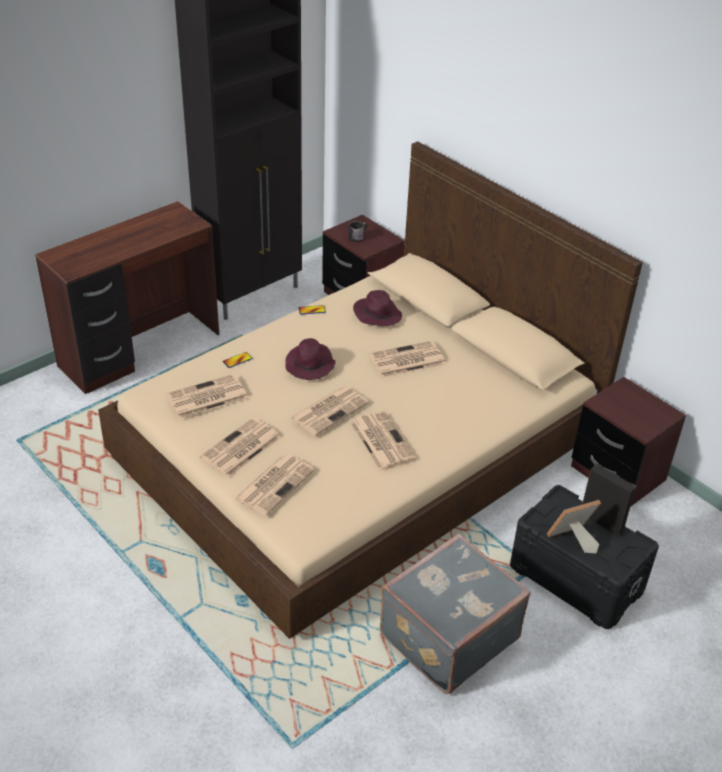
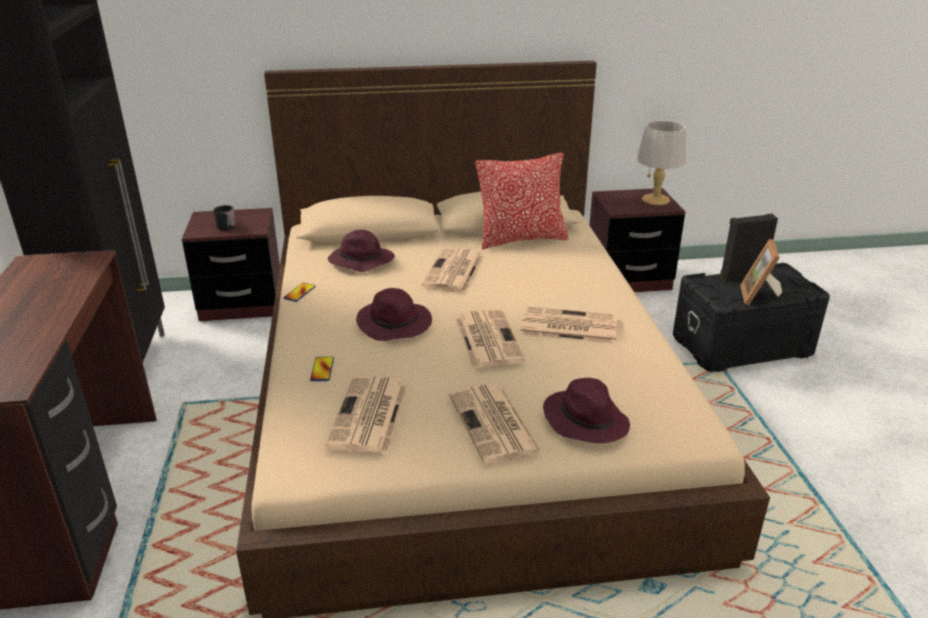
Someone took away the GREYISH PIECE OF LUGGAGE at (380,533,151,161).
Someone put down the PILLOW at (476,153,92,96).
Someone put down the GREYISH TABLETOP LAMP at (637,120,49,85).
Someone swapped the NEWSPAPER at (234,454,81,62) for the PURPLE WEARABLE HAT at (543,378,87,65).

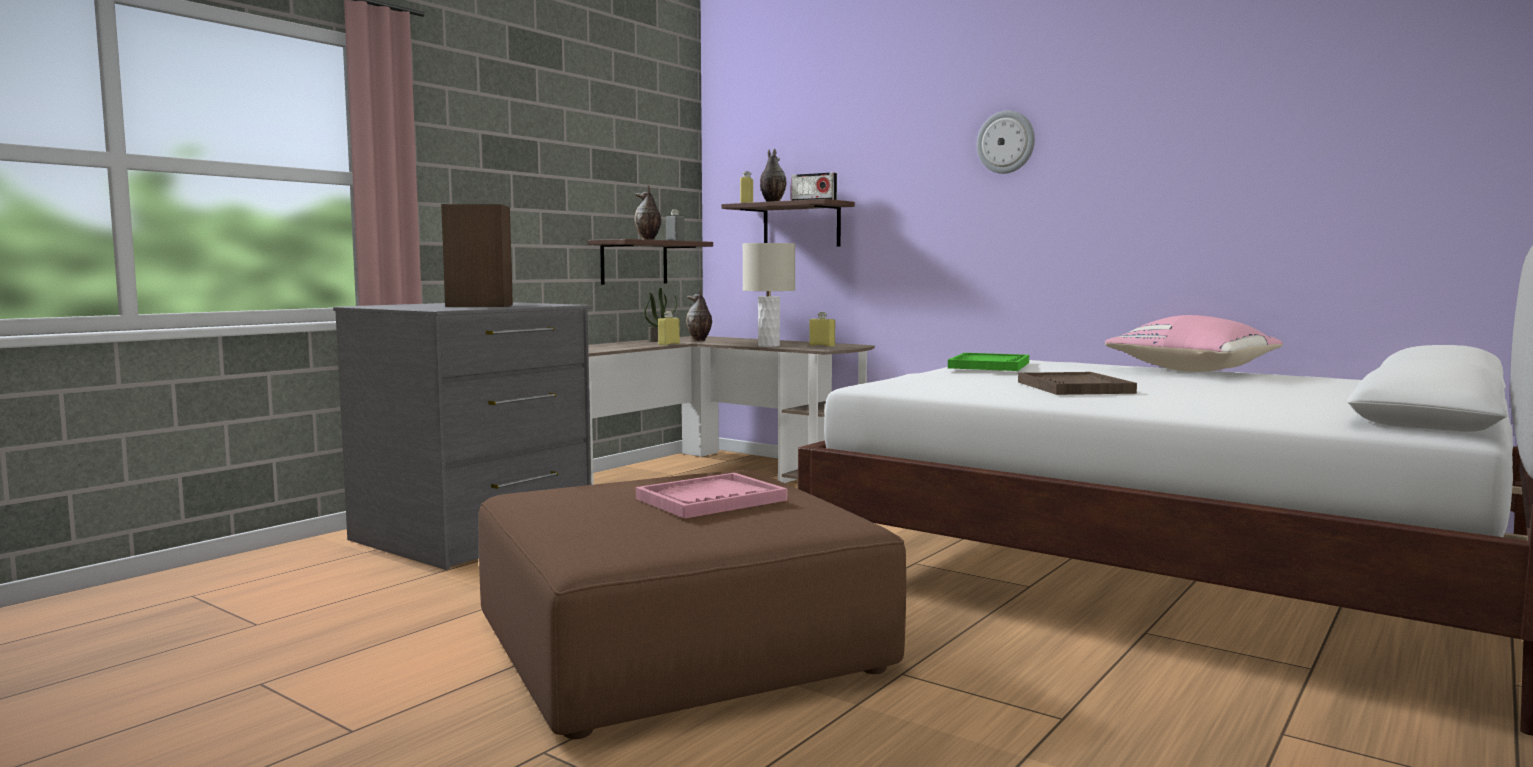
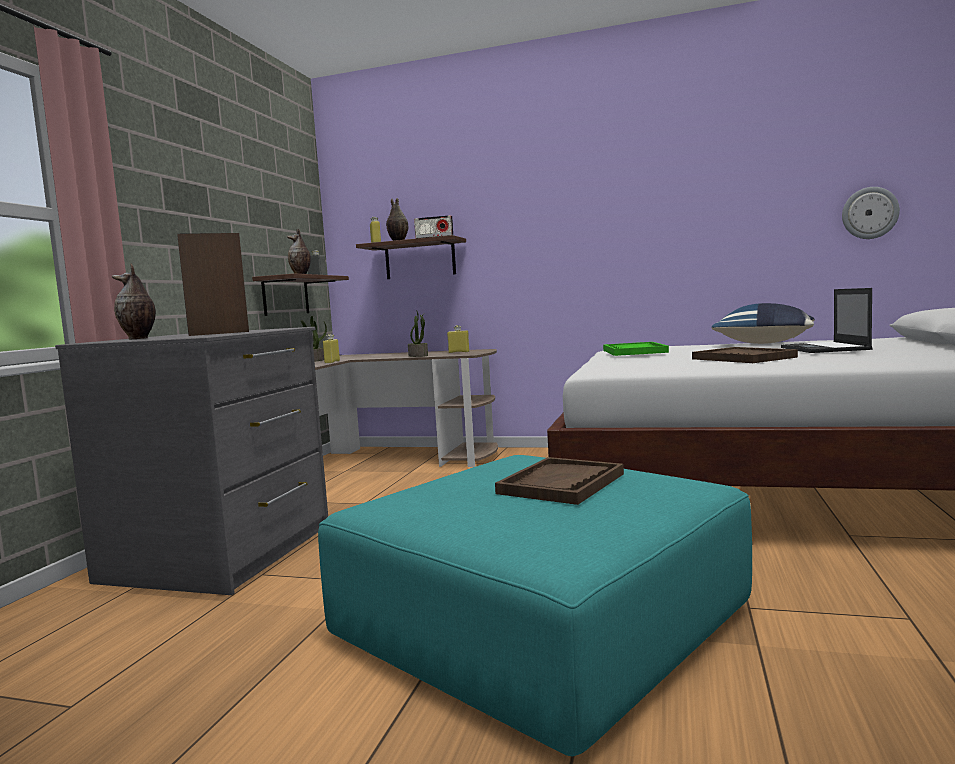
Someone put down the NOTEBOOK COMPUTER at (781,288,92,65).
Someone carried the VASE from (686,288,26,53) to (112,264,44,75).
Someone carried the HANGING CLOCK from (977,111,58,63) to (842,187,58,52).
Someone swapped the BEIGE TABLETOP LAMP at (742,243,53,104) for the POTTED PLANT at (408,310,20,47).
Someone repainted the BROWN POUFFE at (478,470,428,269), which became the TURQUOISE POUFFE at (318,455,434,302).
Someone repainted the PINK CARRYING TRAY at (636,473,151,45), which became the BROWN CARRYING TRAY at (495,457,129,48).
Someone repainted the PINK PILLOW at (1105,315,178,57), which became the BLUE PILLOW at (712,303,103,41).

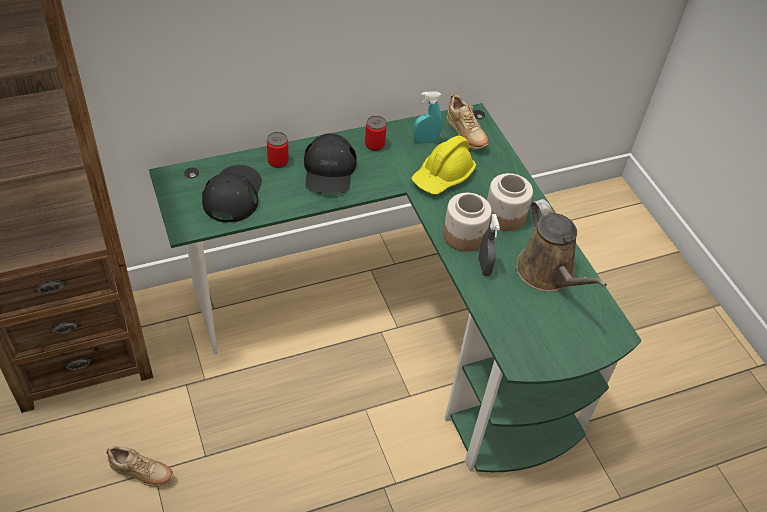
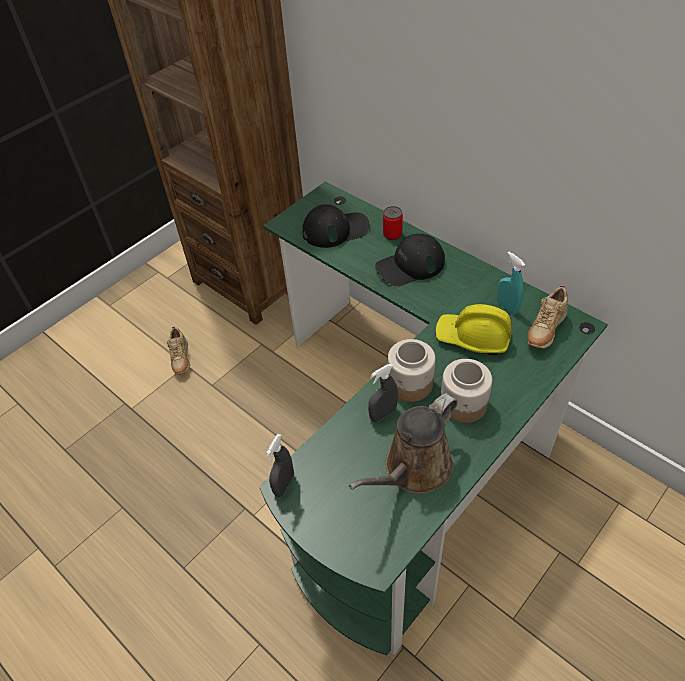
Someone took away the METAL CAN at (365,116,22,35).
Someone put down the GREYISH HAND SPRAYER at (266,434,28,63).

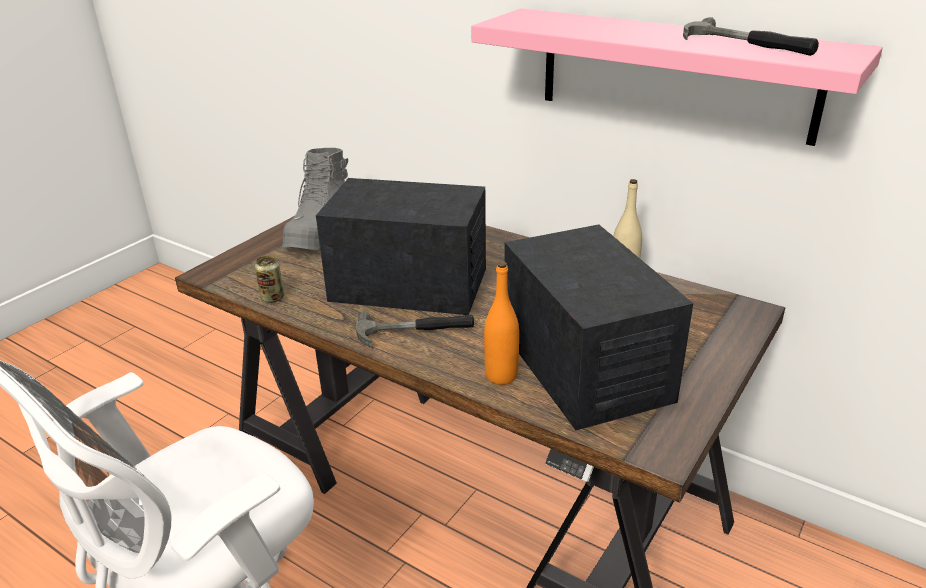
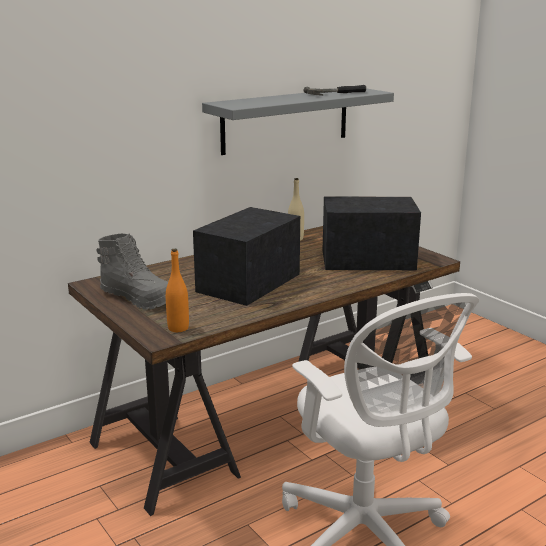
Someone took away the METAL CAN at (255,255,29,48).
Someone took away the HAND HAMMER at (356,311,118,37).
Someone carried the ORANGEY DRINK BOTTLE from (484,261,35,124) to (166,249,23,83).
Someone repainted the PINK SHELF at (471,9,412,137), which became the GREYISH SHELF at (202,88,192,67).

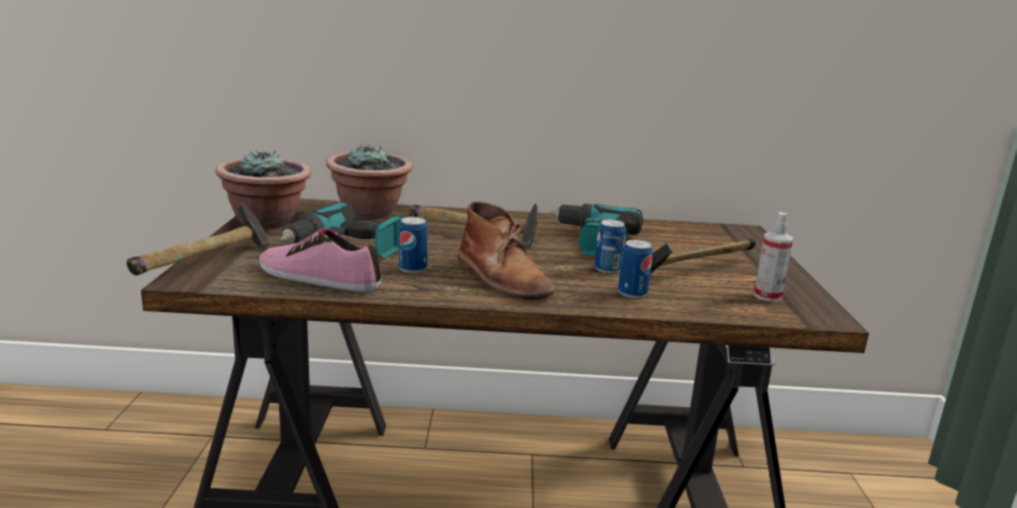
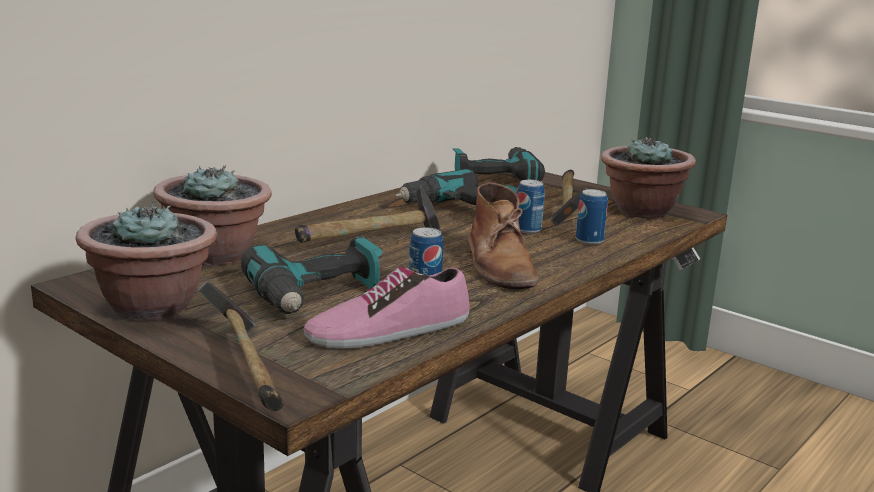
Someone put down the ELECTRIC DRILL at (453,147,92,34).
Someone swapped the HAND SPRAYER at (754,212,39,90) for the POTTED PLANT at (601,136,95,82).
Someone rotated the BROWN BOOT at (458,201,97,98) by 75 degrees clockwise.

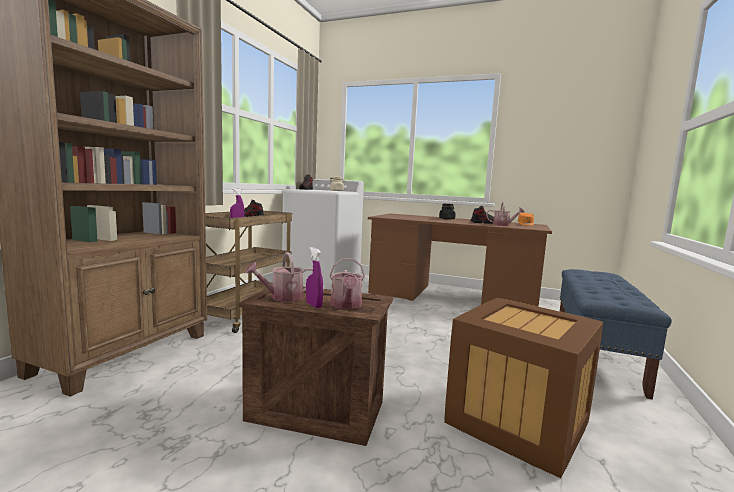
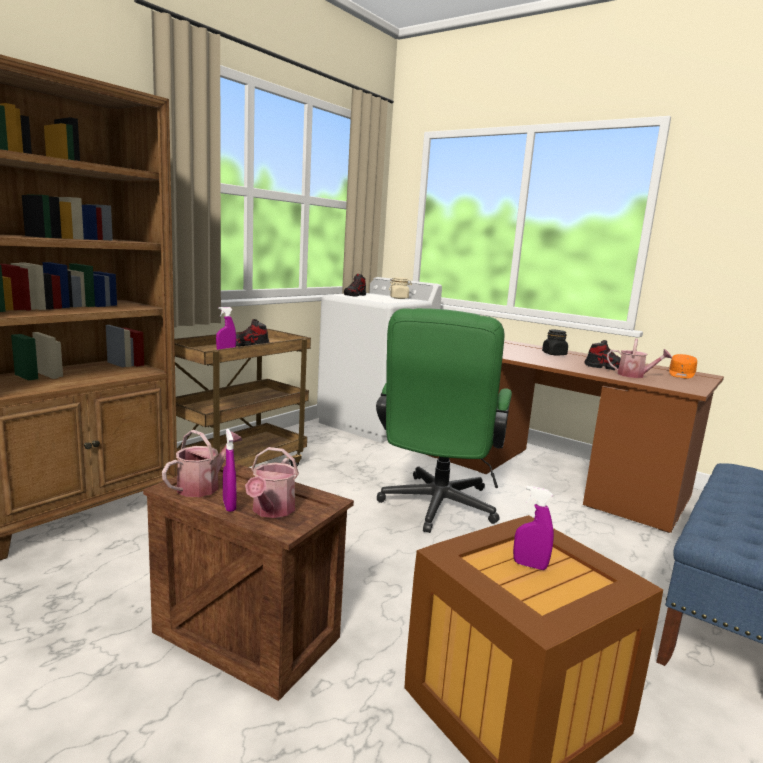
Someone put down the GREEN-COLOURED DESK CHAIR at (376,308,136,225).
Someone put down the PURPLE HAND SPRAYER at (513,486,41,84).
Someone rotated the SPRINKLING CAN at (245,252,68,50) by 135 degrees clockwise.

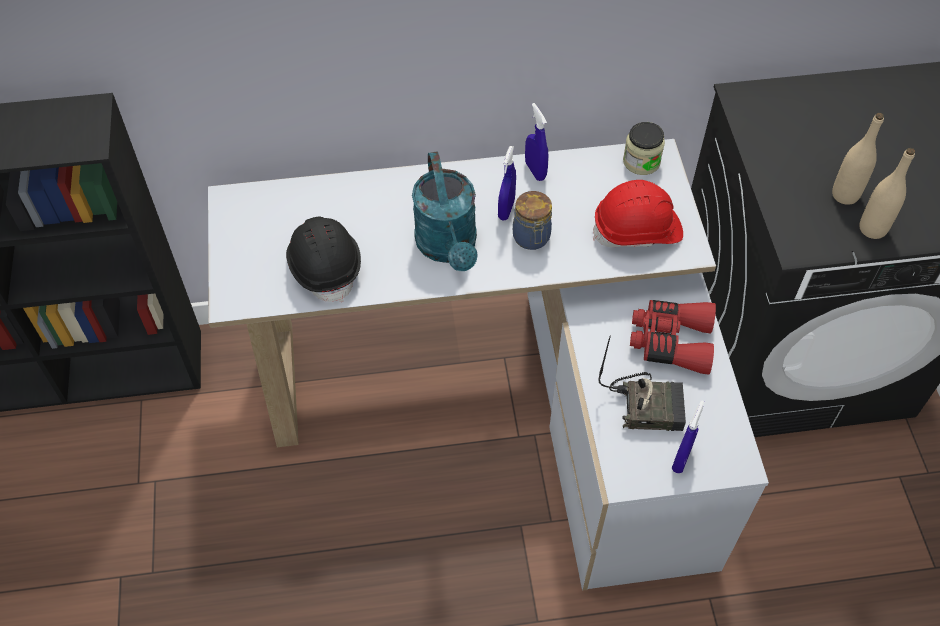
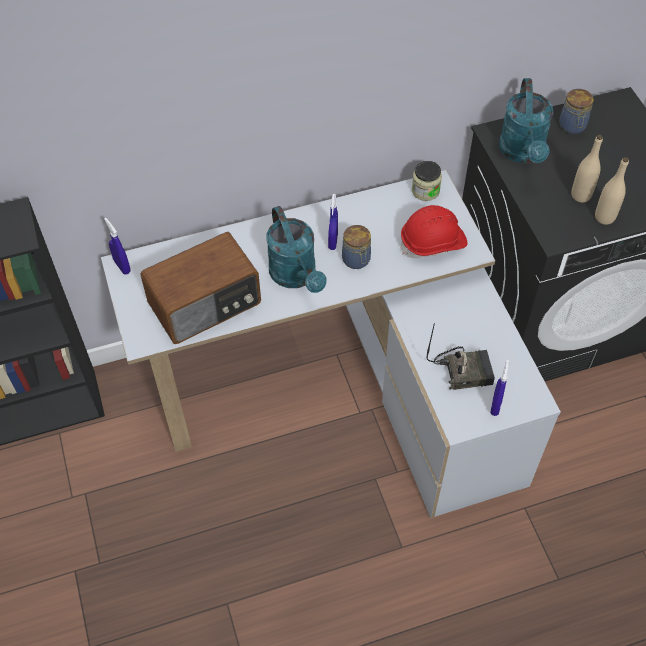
Someone took away the RED-COLOURED PAIR OF BINOCULARS at (630,300,86,75).
Someone put down the TURQUOISE SPRINKLING CAN at (499,78,55,86).
Someone put down the PRESERVE JAR at (559,89,35,45).
Someone carried the BLUE HAND SPRAYER from (525,103,24,78) to (104,218,27,57).
Someone swapped the BLACKISH SAFETY HELMET at (286,216,75,86) for the RADIO at (140,232,121,112).

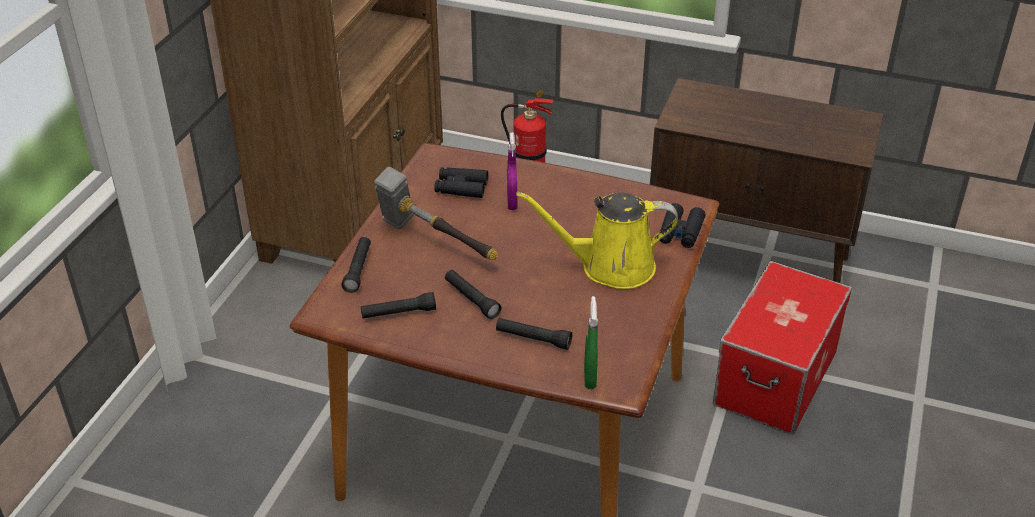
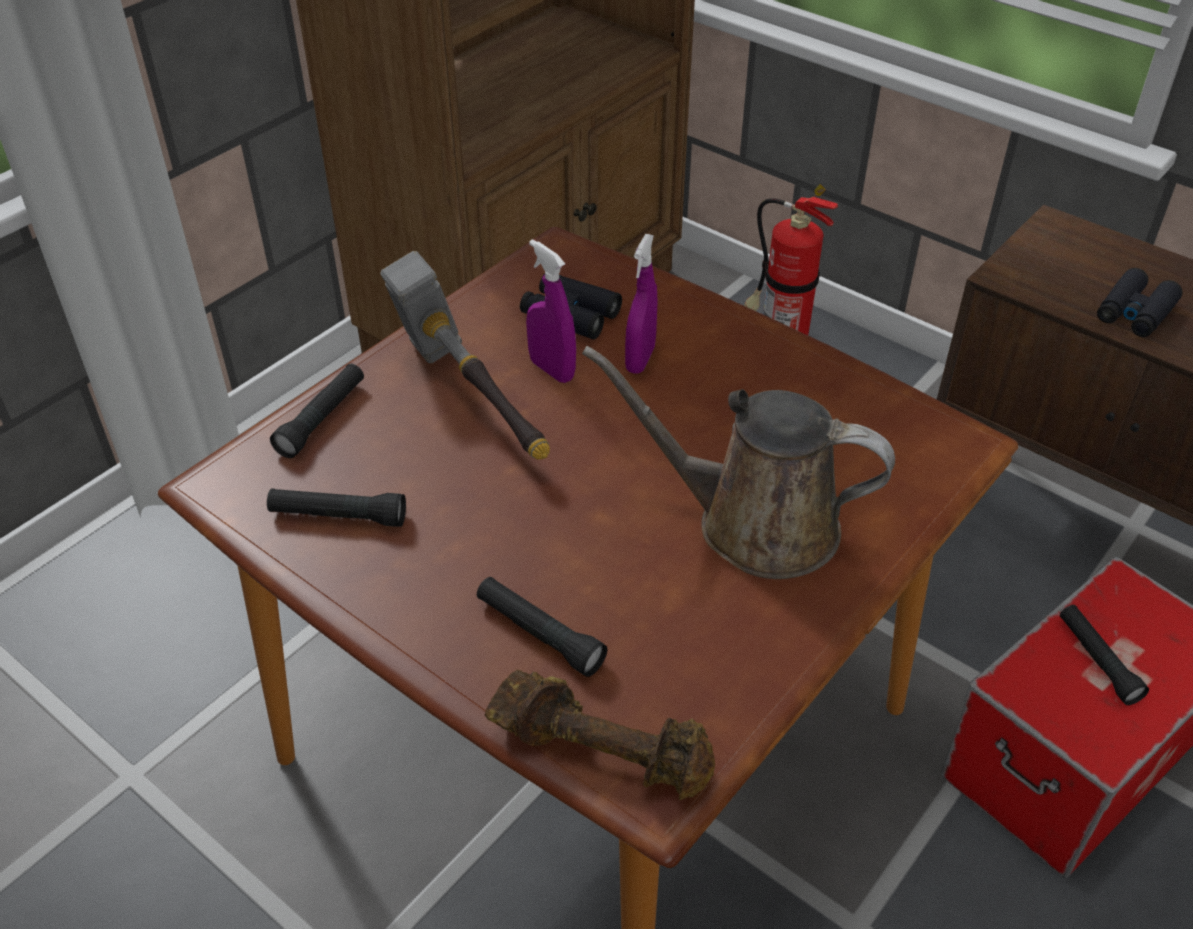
Someone put down the PURPLE HAND SPRAYER at (526,239,50,144).
Someone carried the BLACKISH HAND TORCH from (445,270,57,49) to (1060,605,89,100).
Someone carried the BLACKISH PAIR OF BINOCULARS from (660,203,46,45) to (1097,268,86,69).
Someone swapped the GREEN-COLOURED HAND SPRAYER at (584,296,14,93) for the BROWN FREE WEIGHT at (485,670,230,130).
Someone repainted the YELLOW-COLOURED SPRINKLING CAN at (516,191,162,98), which became the BROWN SPRINKLING CAN at (582,346,313,233).

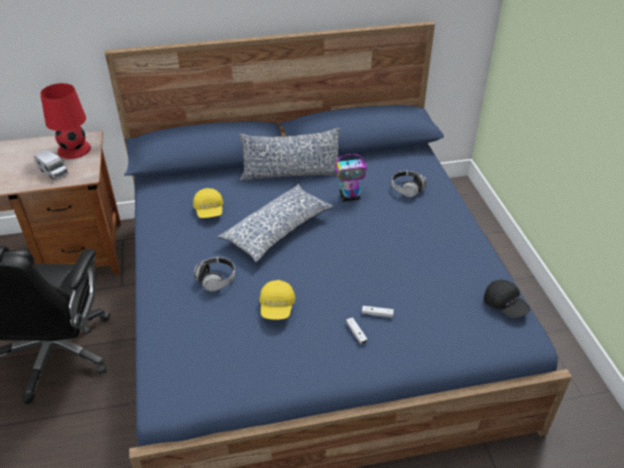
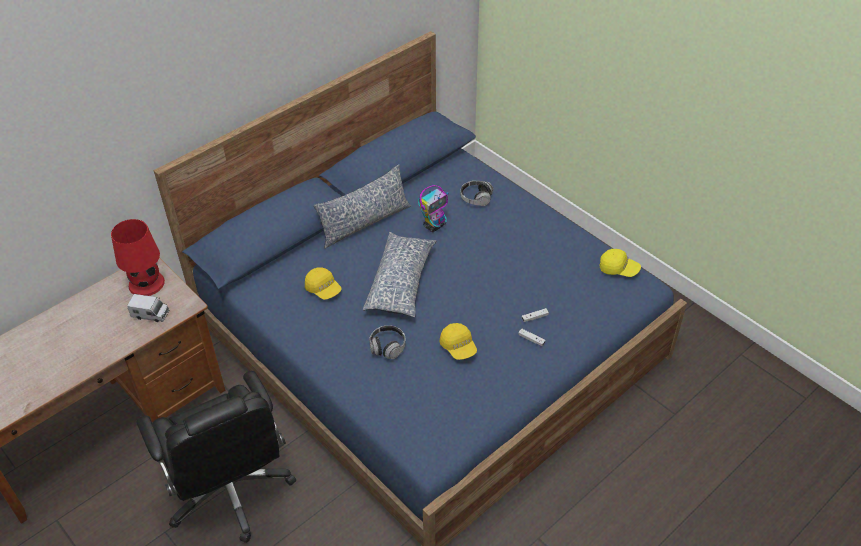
Someone repainted the BLACKISH BASEBALL CAP at (483,280,47,38), which became the YELLOW-COLOURED BASEBALL CAP at (600,249,41,28).

